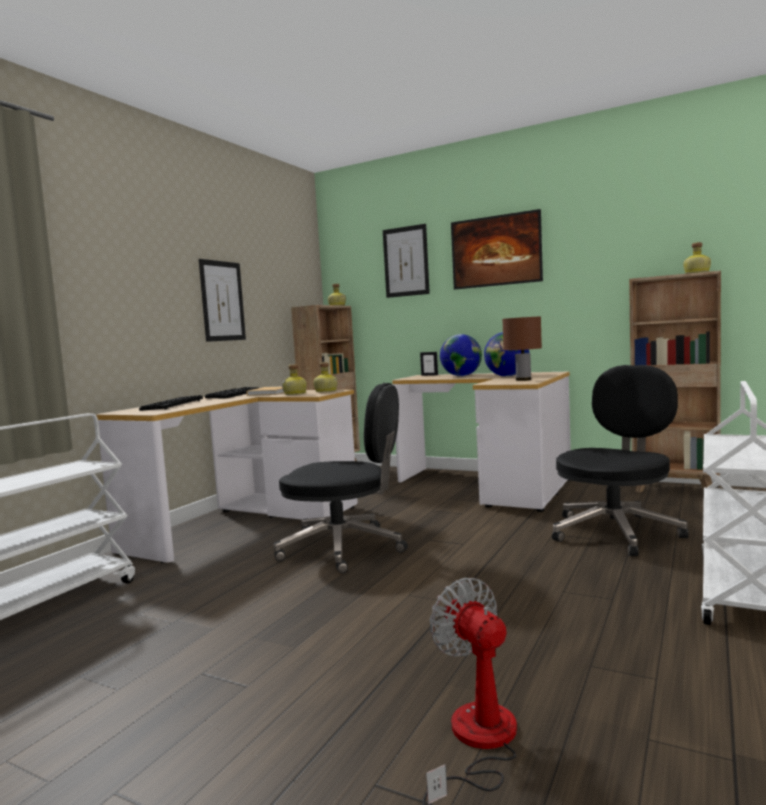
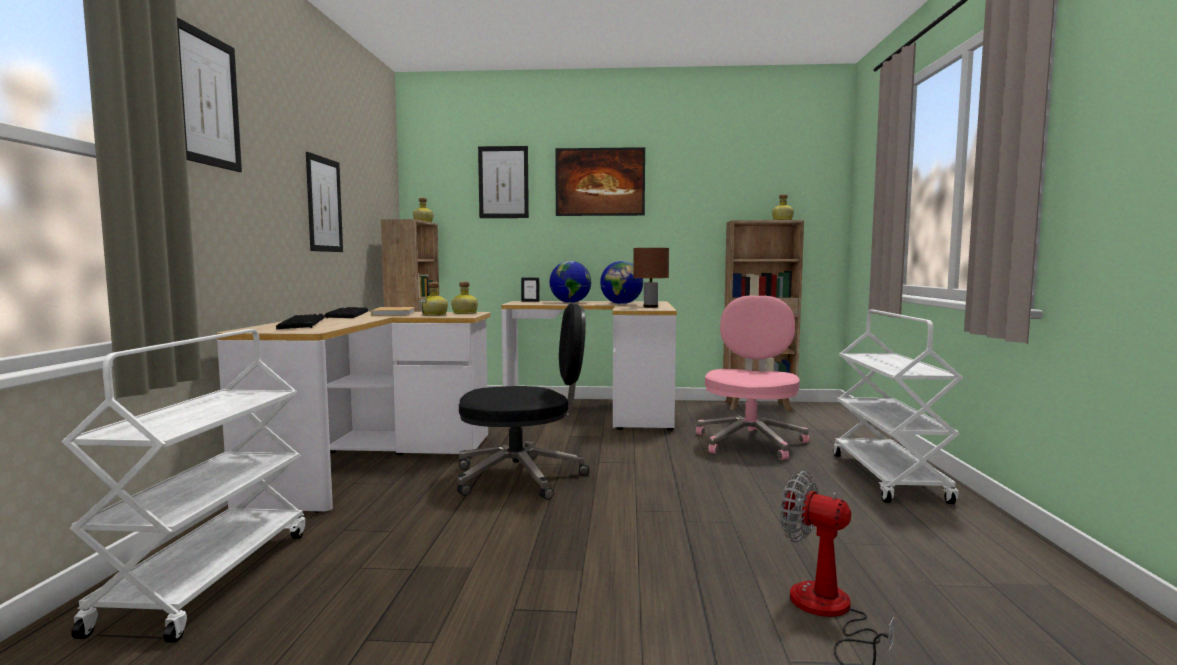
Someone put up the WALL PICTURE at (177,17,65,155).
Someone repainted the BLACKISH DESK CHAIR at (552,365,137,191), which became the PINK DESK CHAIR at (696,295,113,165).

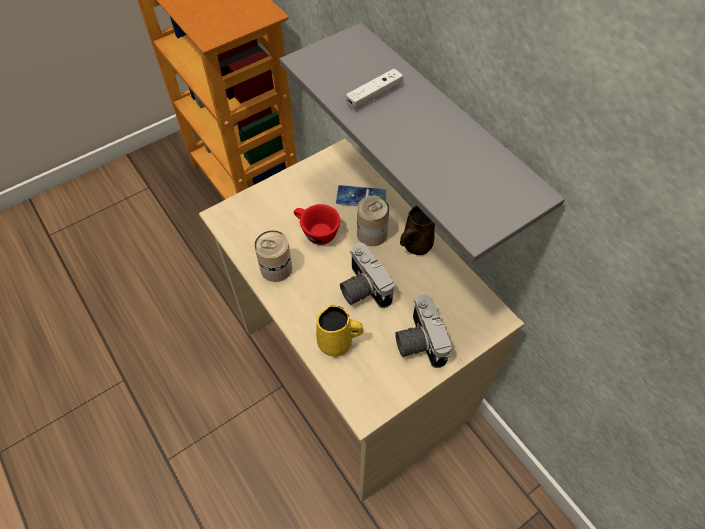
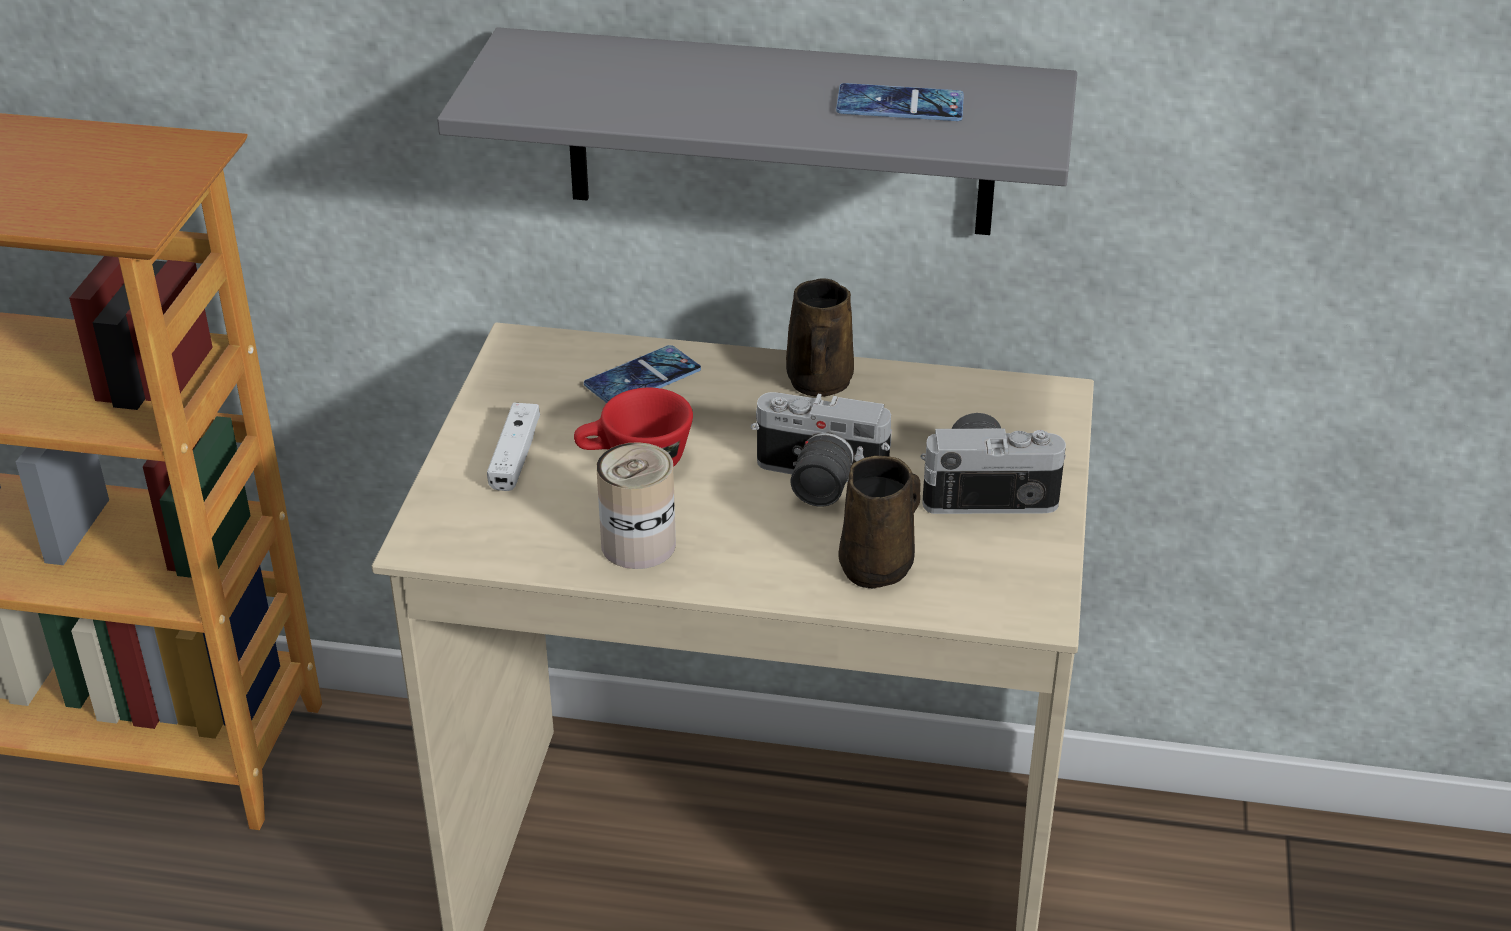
Someone took away the METAL CAN at (357,196,33,50).
Someone put down the TELEPHONE at (836,83,128,38).
Someone carried the WHITE-COLOURED JOYPAD from (346,68,57,42) to (487,403,53,88).
Someone repainted the YELLOW-COLOURED MUG at (316,305,47,51), which became the BROWN MUG at (838,456,83,133).
Someone rotated the STILL CAMERA at (395,294,57,74) by 150 degrees clockwise.

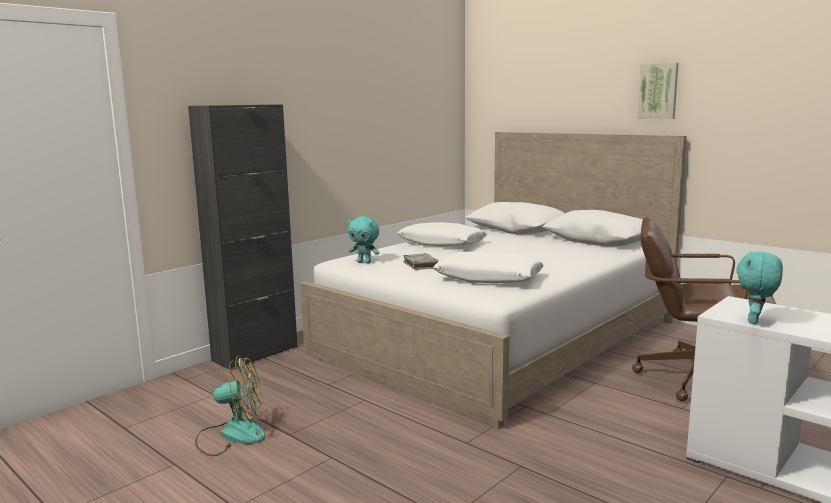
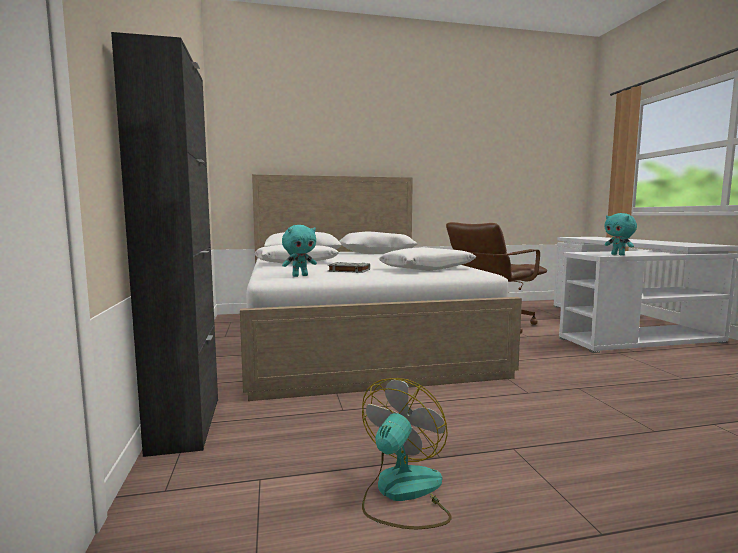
Someone took away the WALL PICTURE at (637,63,42,56).

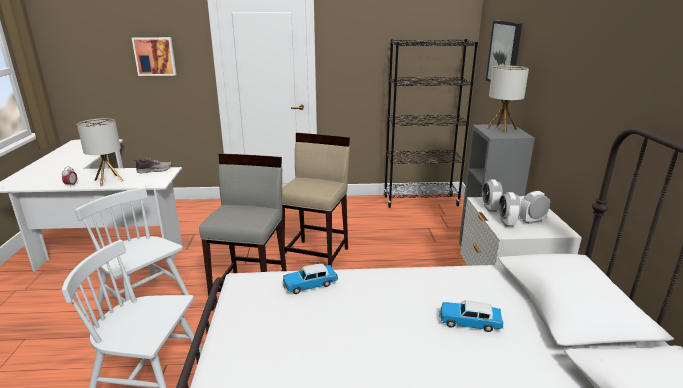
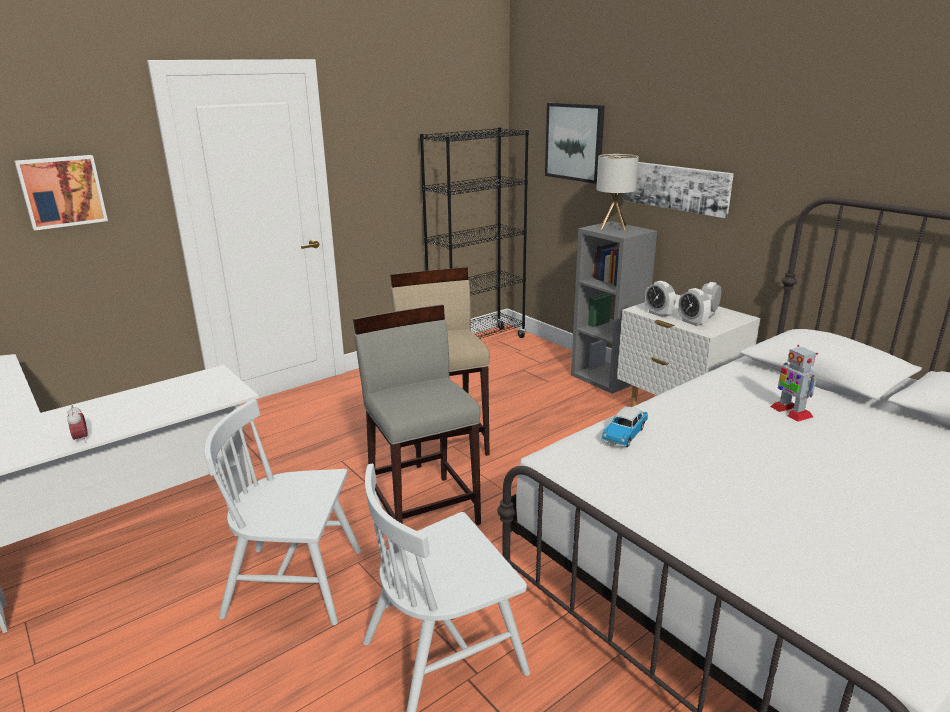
Someone took away the TABLETOP LAMP at (77,118,46,68).
Someone took away the SHOE at (134,157,38,16).
Someone put up the WALL PICTURE at (623,162,111,56).
Someone swapped the MODEL CAR at (439,300,64,32) for the ROBOT FIGURE at (770,345,48,77).

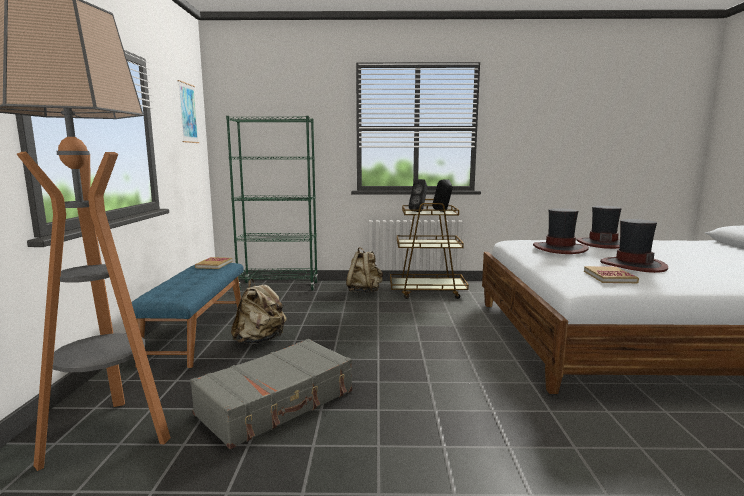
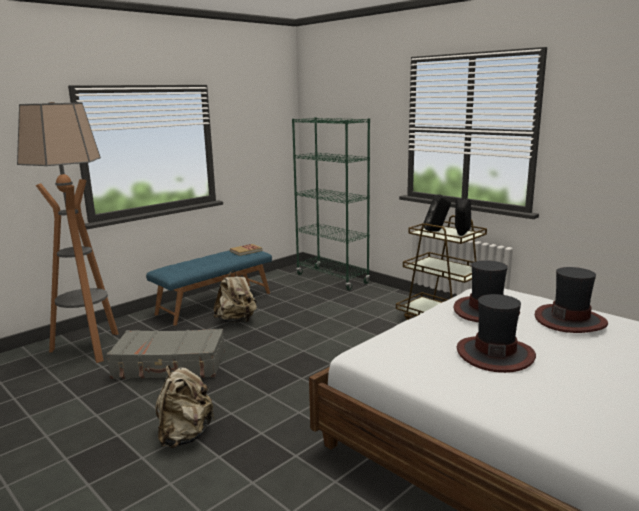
Someone took away the WALL PICTURE at (177,80,22,63).
Someone took away the BOUND BOOK at (584,266,55,17).
Someone carried the BEIGE KNAPSACK from (346,247,37,46) to (155,365,60,83).

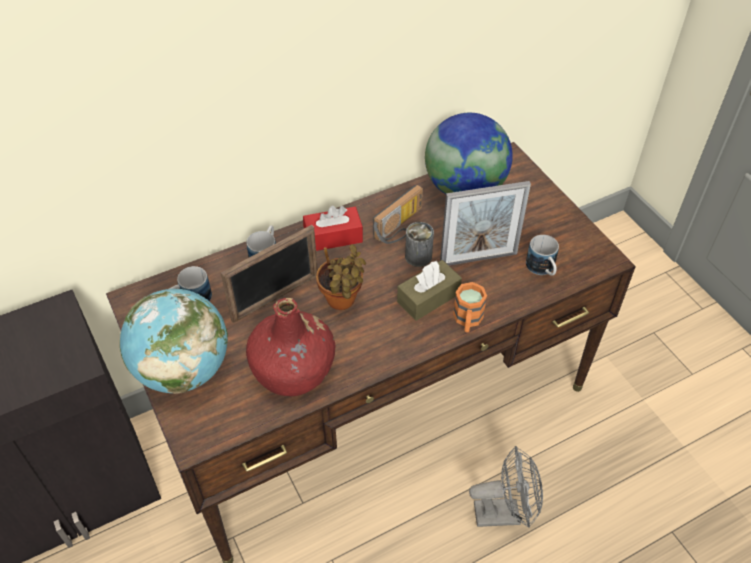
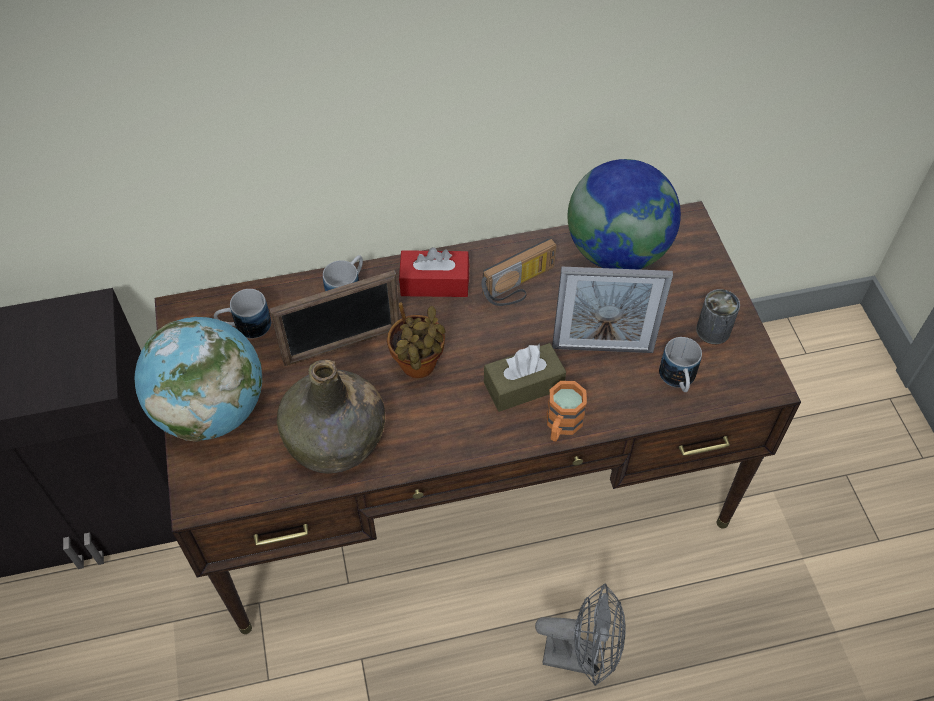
Someone carried the METAL CAN from (405,222,29,45) to (696,289,44,55).
Someone repainted the RED-COLOURED DRINK BOTTLE at (246,298,89,98), which became the GREEN-COLOURED DRINK BOTTLE at (277,360,108,113).

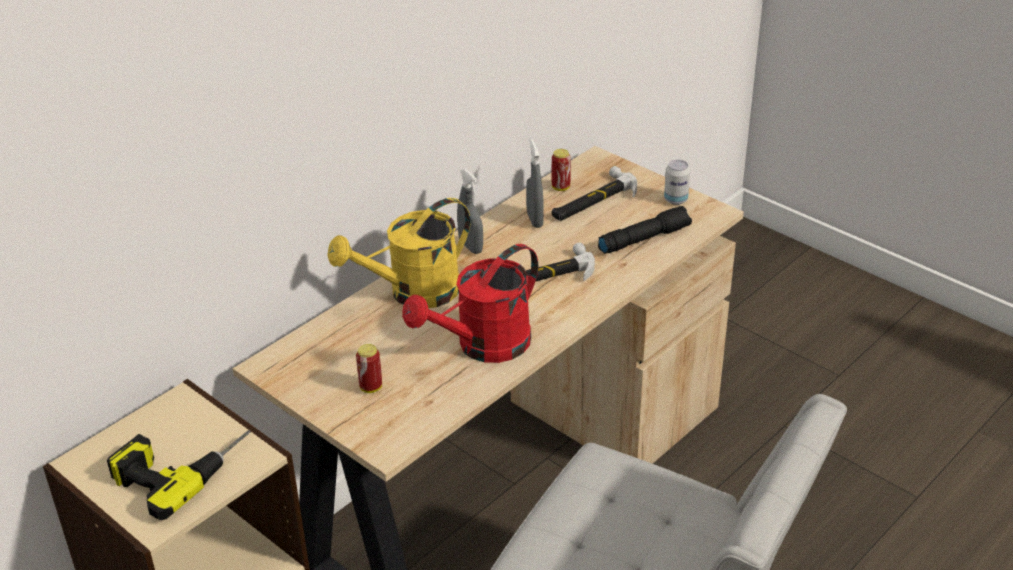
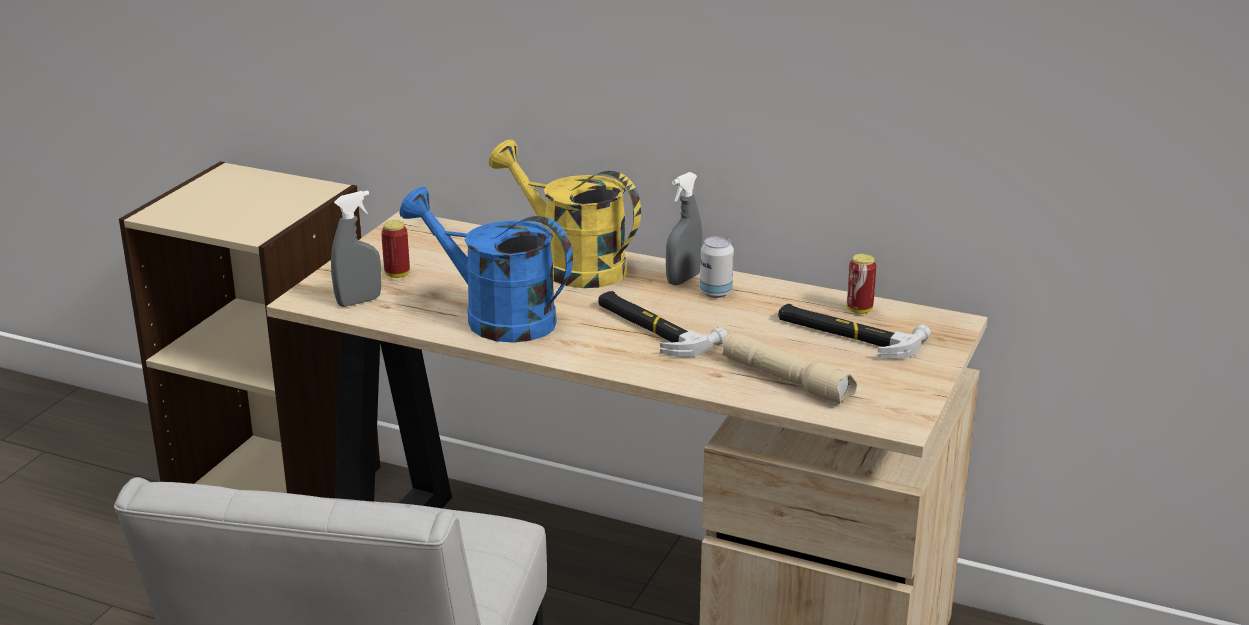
Someone took away the ELECTRIC DRILL at (107,430,144,90).
Someone carried the GREYISH HAND SPRAYER from (526,139,18,89) to (331,190,50,117).
Someone carried the METAL CAN from (664,160,26,45) to (700,236,34,62).
Someone repainted the RED-COLOURED SPRINKLING CAN at (402,244,136,119), which became the BLUE SPRINKLING CAN at (399,187,174,156).
Someone repainted the BLACKISH HAND TORCH at (598,206,94,48), which became the BEIGE HAND TORCH at (723,332,134,72).

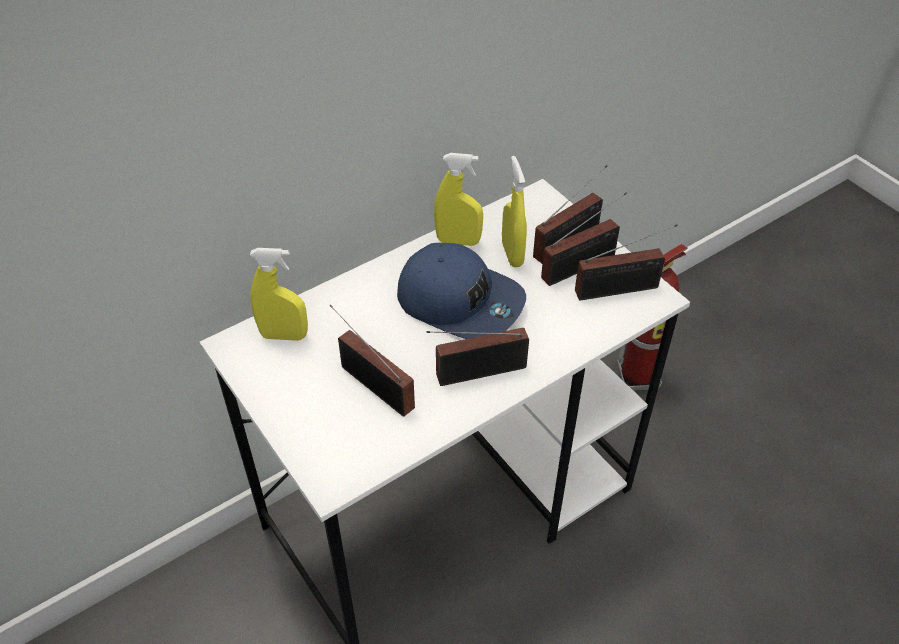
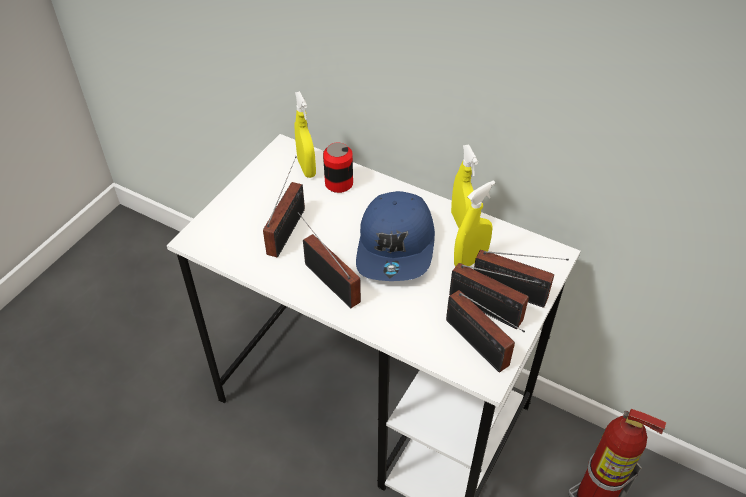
Someone put down the METAL CAN at (323,142,30,51).

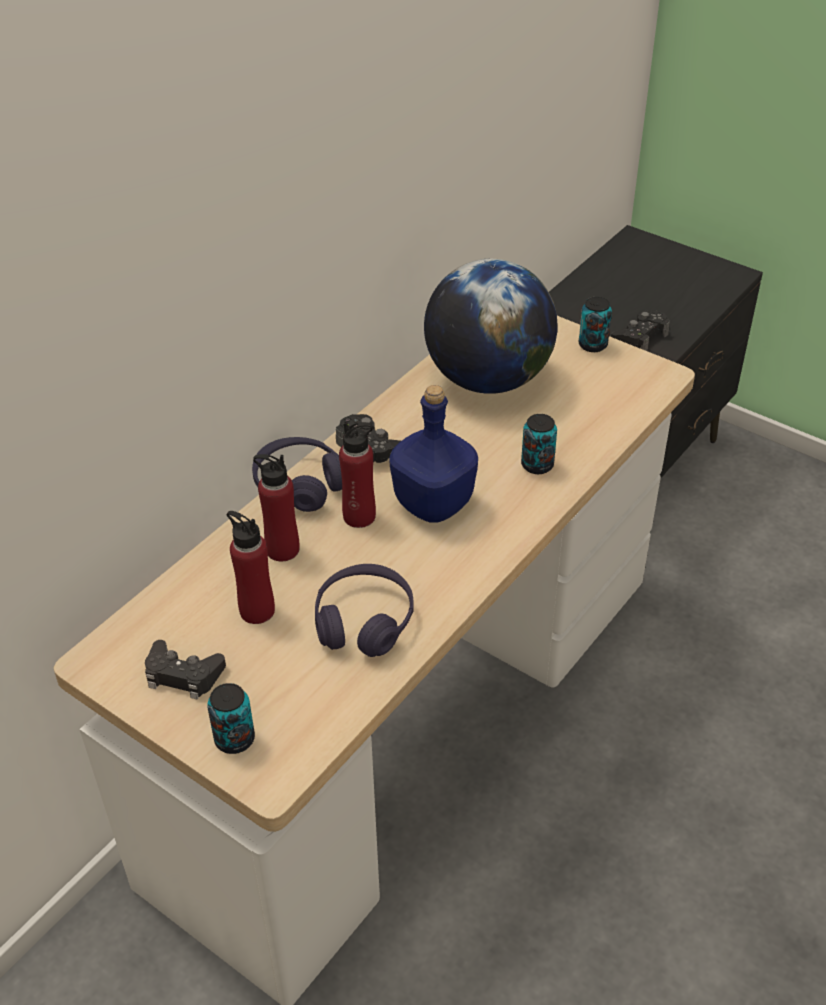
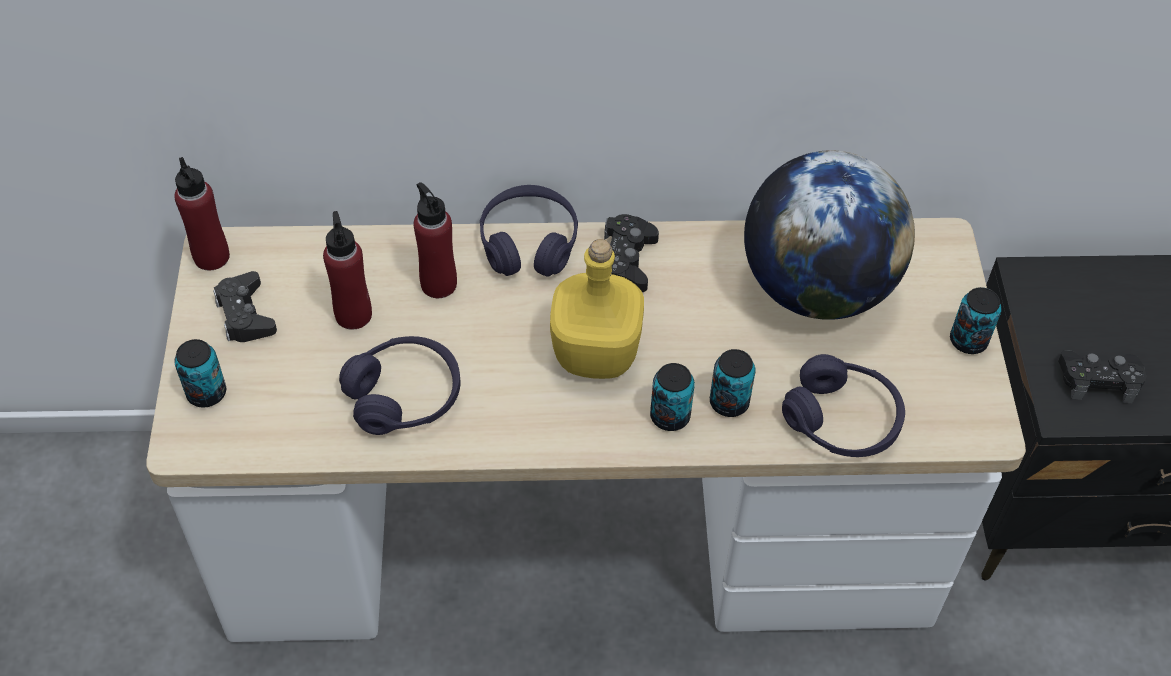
Someone put down the METAL CAN at (650,363,45,68).
Someone put down the PURPLE HEADPHONES at (782,354,123,103).
Someone carried the RED-COLOURED DRINK BOTTLE from (339,421,37,107) to (174,157,56,113).
Someone repainted the BLUE DRINK BOTTLE at (389,385,89,138), which became the YELLOW-COLOURED DRINK BOTTLE at (550,239,94,140).

